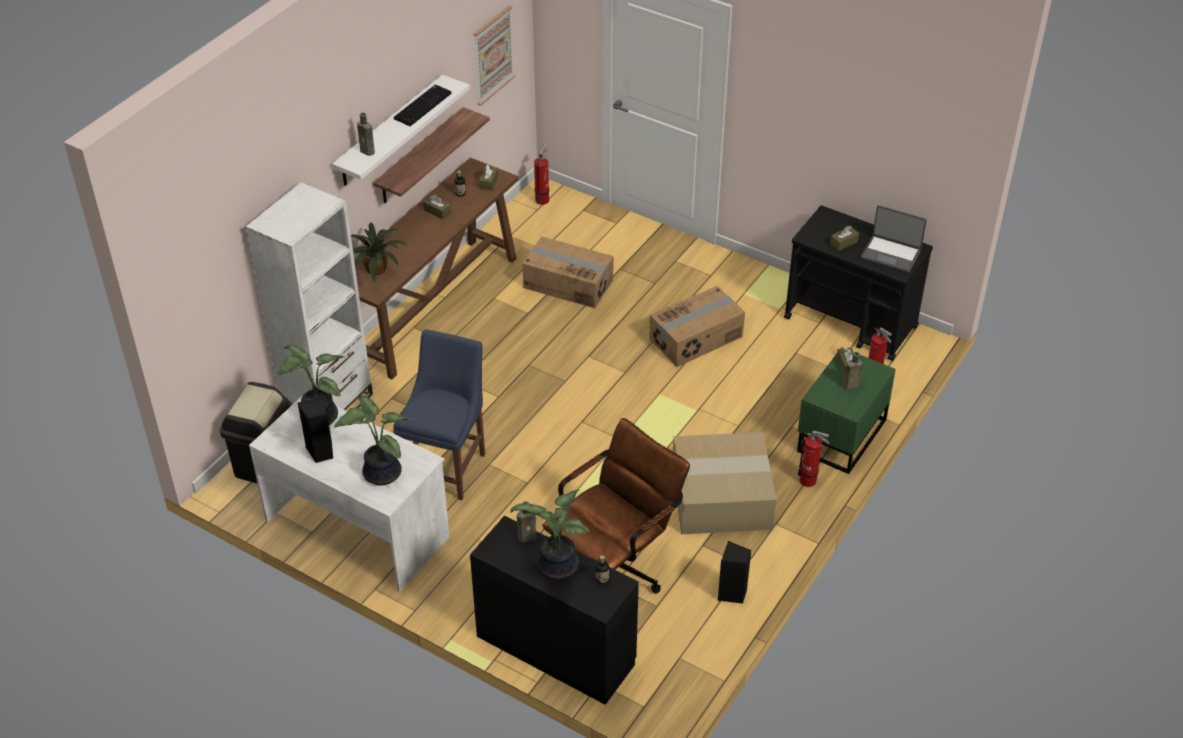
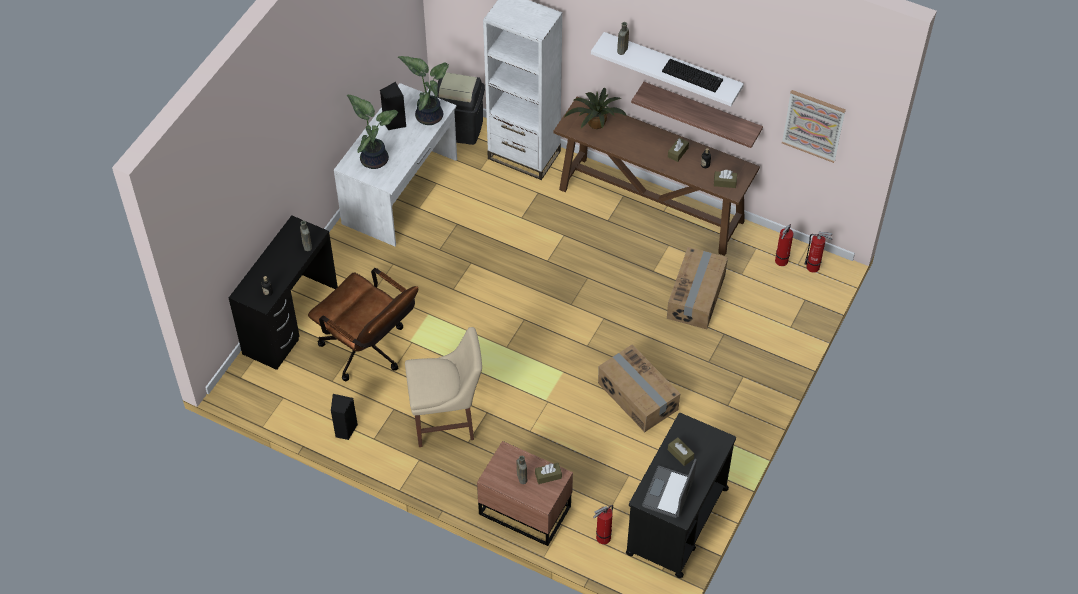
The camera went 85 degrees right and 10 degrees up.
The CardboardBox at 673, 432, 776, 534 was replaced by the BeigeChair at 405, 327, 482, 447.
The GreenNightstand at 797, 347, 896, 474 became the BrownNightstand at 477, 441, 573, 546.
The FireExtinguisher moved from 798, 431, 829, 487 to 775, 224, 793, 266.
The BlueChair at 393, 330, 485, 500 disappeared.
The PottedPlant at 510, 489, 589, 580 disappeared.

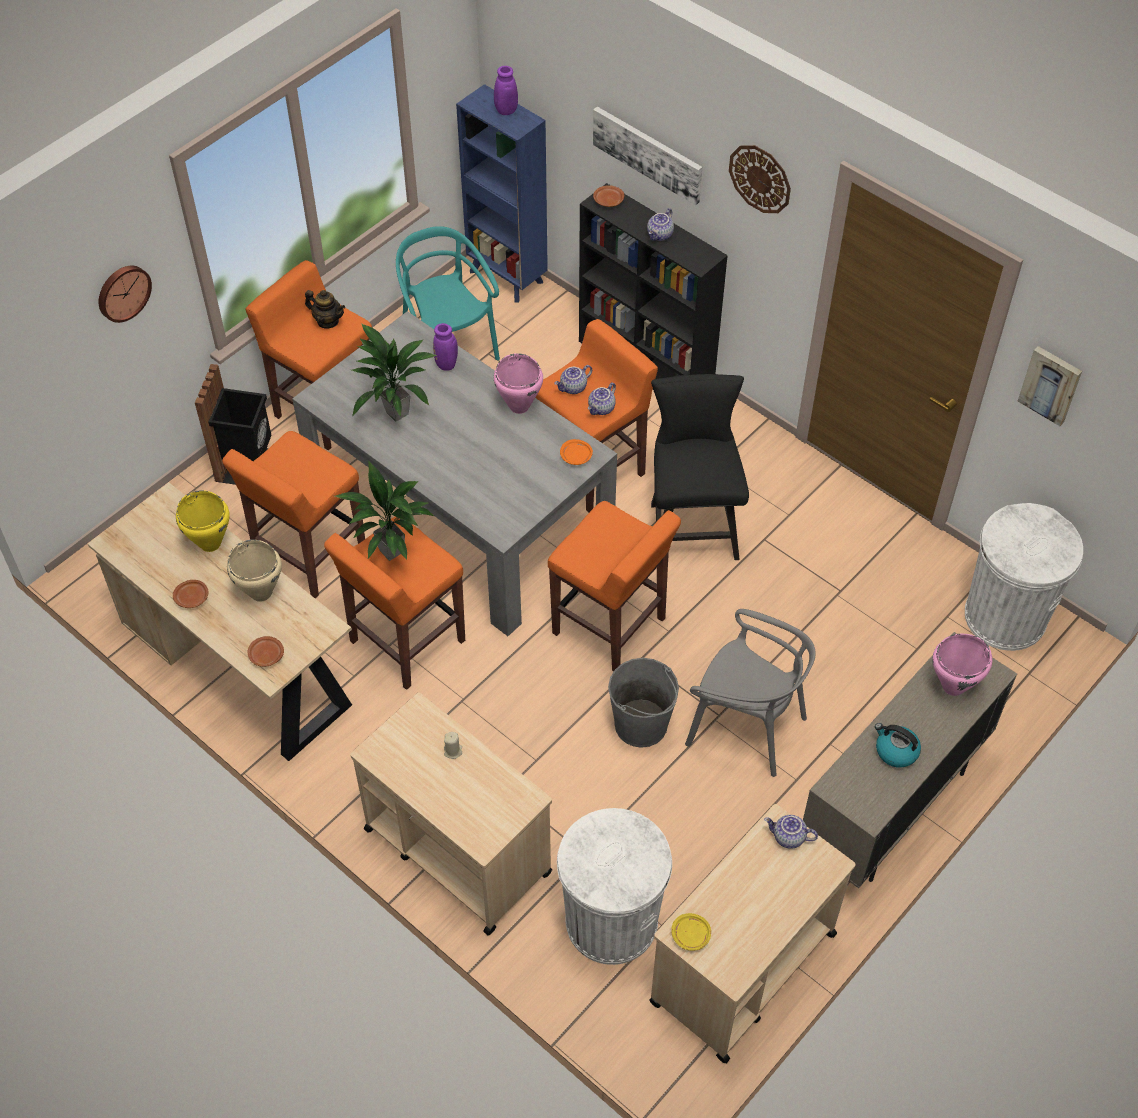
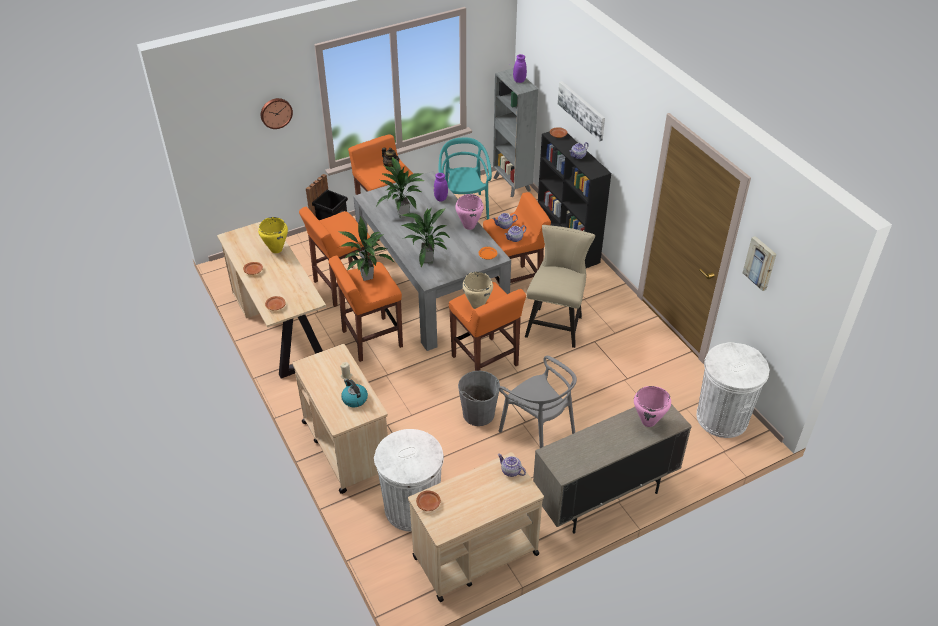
The camera went 20 degrees right and 10 degrees down.
The Kettle moved from 875, 723, 921, 768 to 341, 379, 368, 407.
The PottedPlant at 400, 207, 451, 268 appeared.
The YellowPlate at 671, 913, 711, 951 became the BrownPlate at 416, 490, 441, 511.
The BeigeCookingPot moved from 227, 540, 282, 602 to 462, 272, 493, 309.
The BlueBookcase at 456, 84, 548, 302 became the GreyBookcase at 493, 68, 538, 197.
The BlackChair at 651, 374, 749, 560 became the BeigeChair at 525, 225, 595, 348.
The WallClock at 729, 145, 791, 213 disappeared.

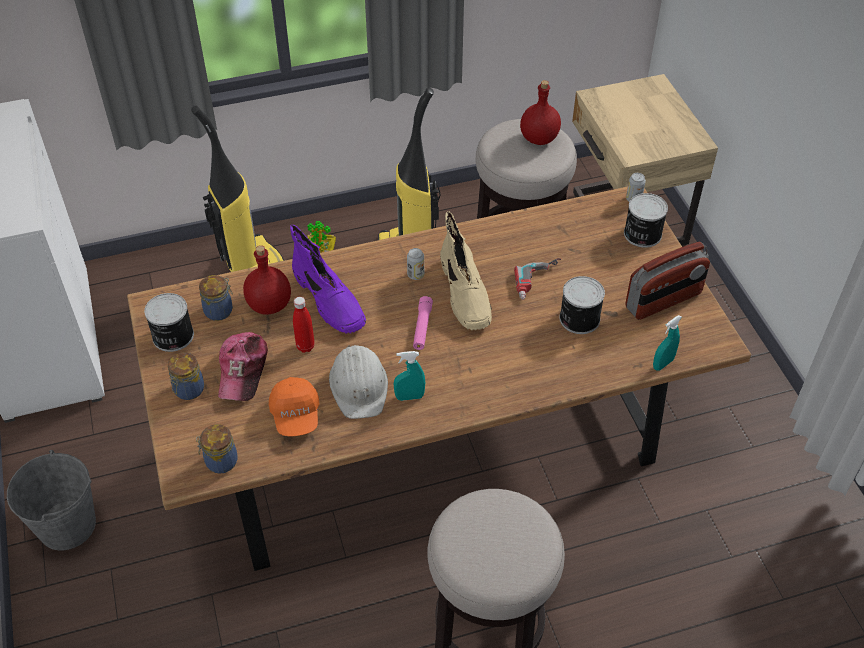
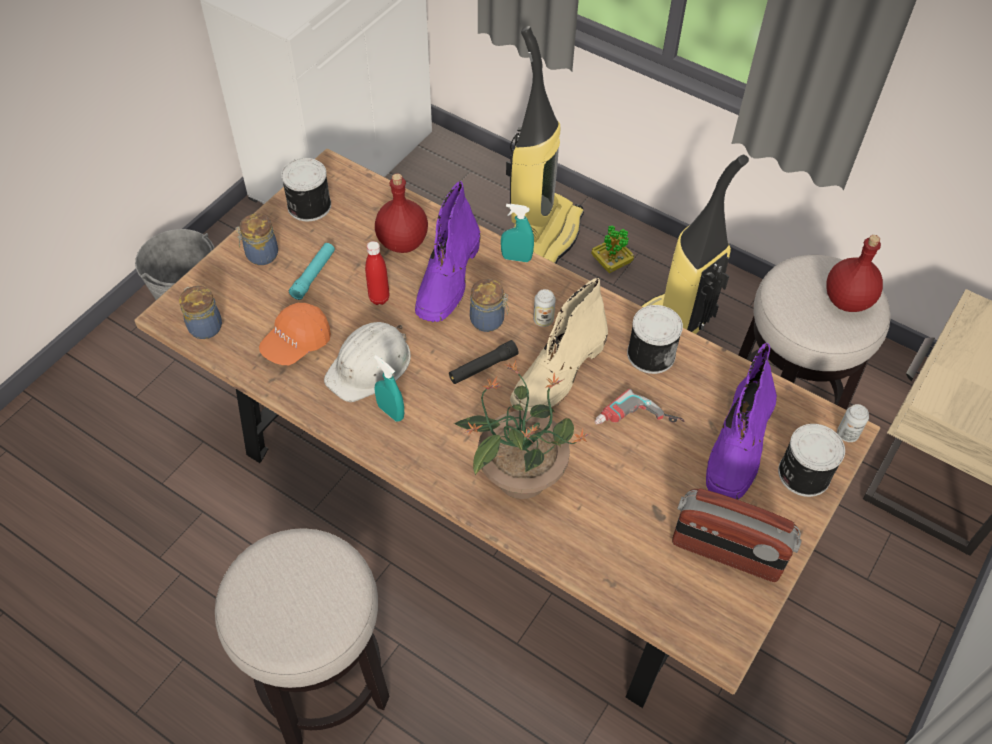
The camera went 50 degrees right and 5 degrees up.
The Cap at 218, 332, 268, 401 was replaced by the TurquoiseFlashlight at 289, 243, 335, 300.
The PinkFlashlight at 413, 296, 433, 350 became the BlackFlashlight at 449, 340, 519, 384.
The PottedPlant at 454, 360, 590, 499 appeared.
The Jar moved from 199, 275, 233, 321 to 470, 279, 509, 332.
The TurquoiseSprayBottle moved from 653, 315, 682, 371 to 501, 204, 534, 262.
The Can moved from 559, 276, 605, 334 to 627, 305, 683, 374.
The PurpleBoot at 706, 343, 777, 500 appeared.

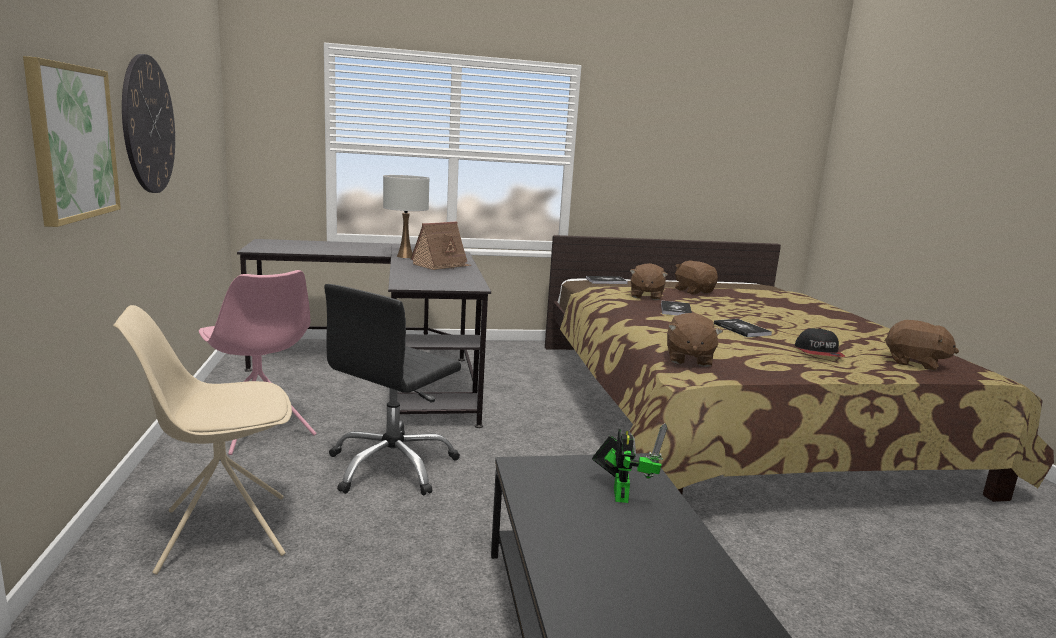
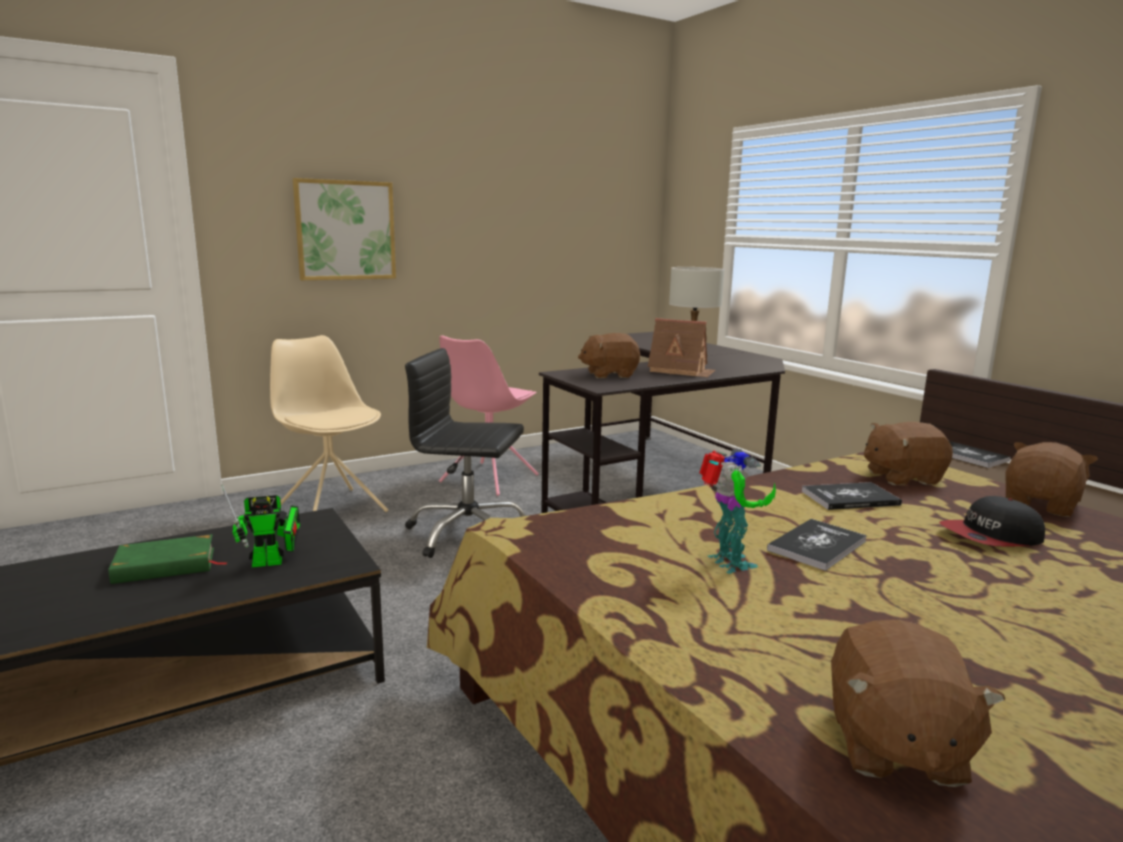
The camera went 70 degrees right and 0 degrees up.
The GreenBook at 108, 534, 228, 584 appeared.
The BrownPlushToy moved from 667, 313, 723, 367 to 578, 333, 640, 378.
The ToyRobot at 699, 448, 776, 574 appeared.
The Cap moved from 795, 328, 845, 357 to 939, 496, 1045, 546.
The WallClock at 122, 54, 175, 193 disappeared.

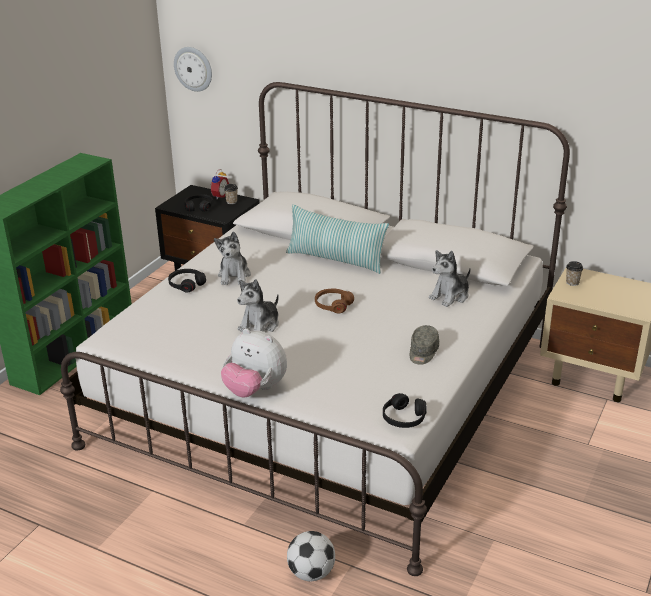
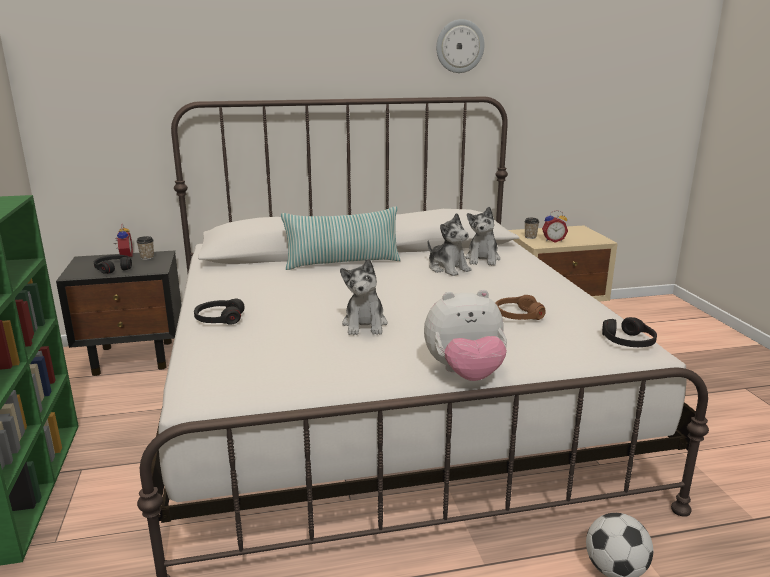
The camera went 40 degrees left and 10 degrees down.
The PlushToy moved from 214, 232, 251, 285 to 428, 213, 471, 276.
The WallClock moved from 174, 47, 212, 92 to 436, 19, 485, 73.
The BrownHeadphones moved from 315, 289, 354, 313 to 495, 295, 546, 320.
The AlarmClock at 542, 210, 568, 243 appeared.
The GreyCap at 410, 325, 439, 365 disappeared.

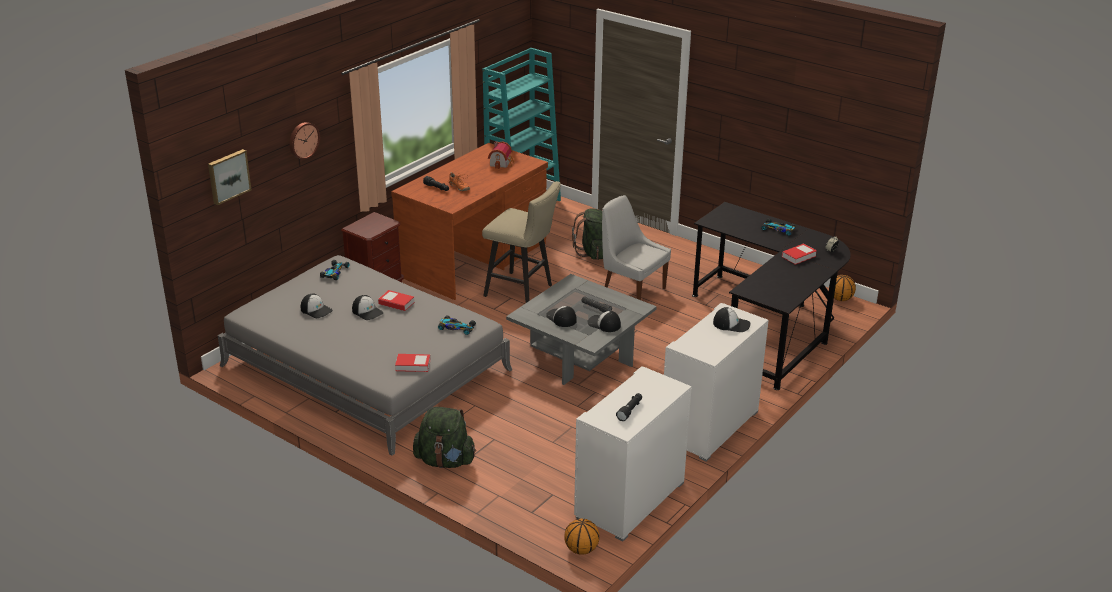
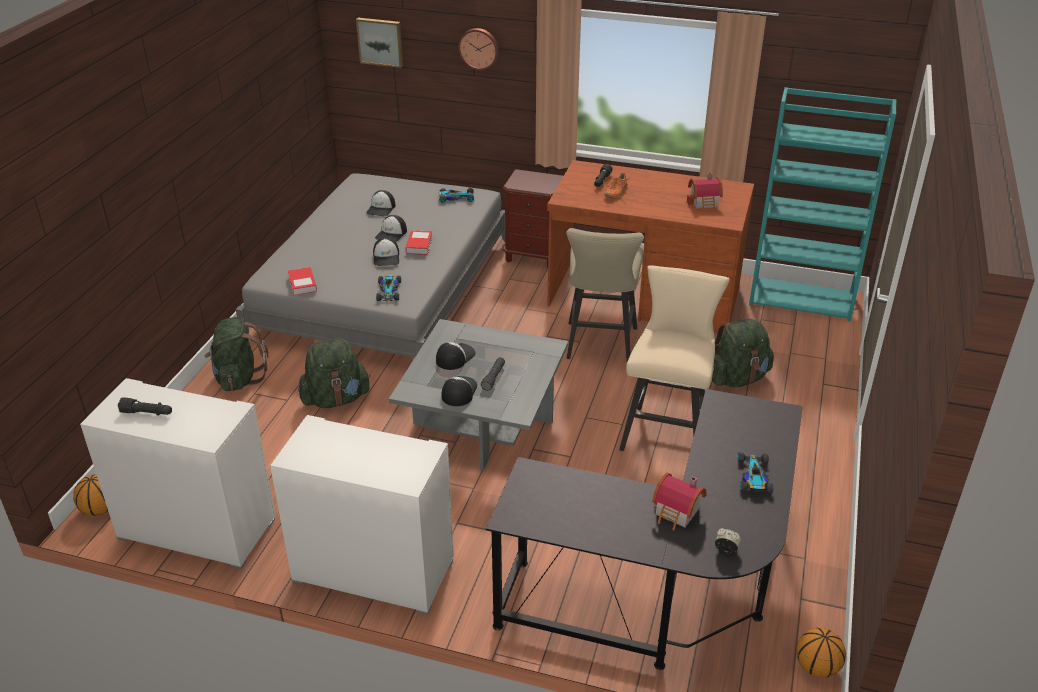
The camera went 70 degrees right and 5 degrees up.
The GreenBackpack at 298, 338, 371, 408 appeared.
The Cap moved from 713, 307, 750, 332 to 373, 237, 399, 266.
The WhiteChair at 602, 195, 671, 300 was replaced by the BeigeStool at 619, 265, 730, 451.
The Book at 782, 243, 817, 265 was replaced by the ToyHouse at 652, 472, 707, 531.

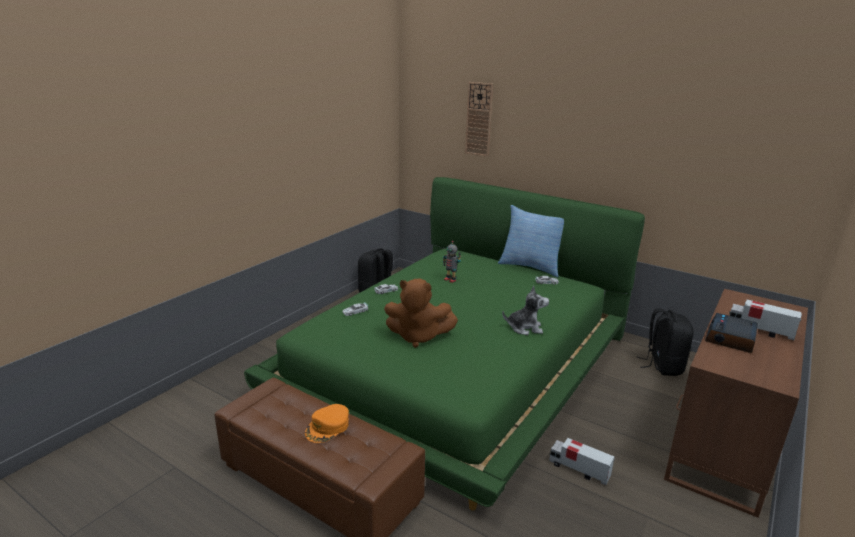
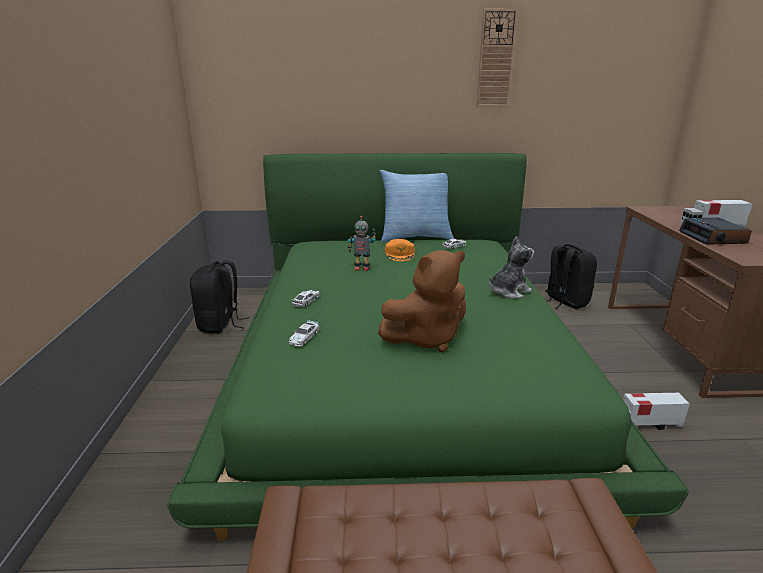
The camera went 35 degrees left and 0 degrees up.
The OrangeCap moved from 305, 404, 349, 443 to 385, 239, 415, 261.
The WallClock moved from 465, 82, 493, 157 to 477, 9, 518, 106.

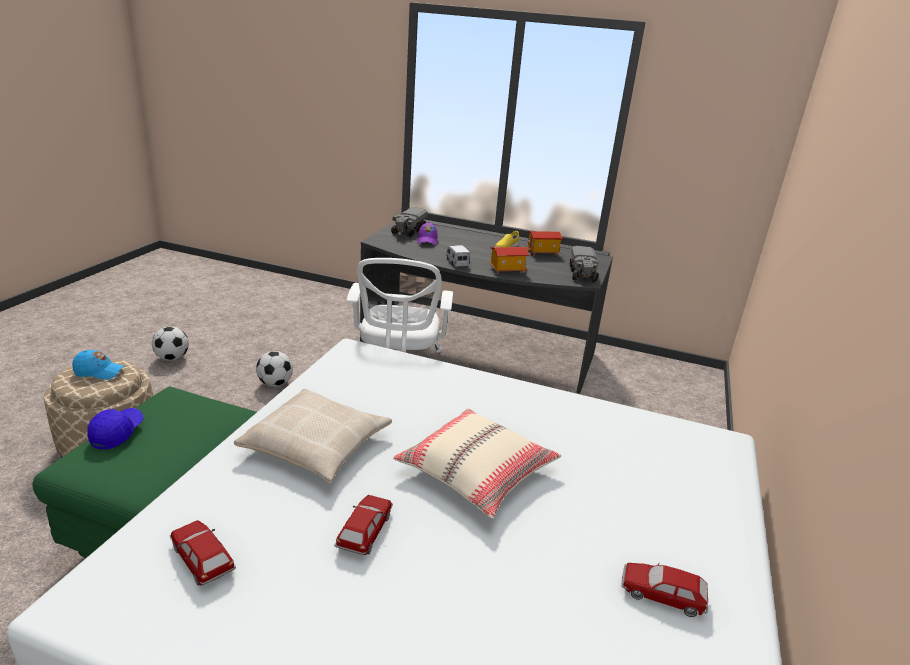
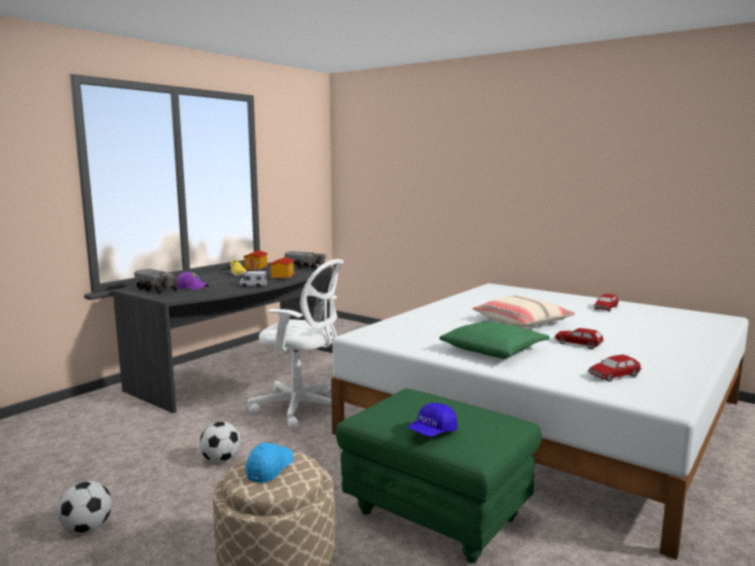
The camera went 70 degrees left and 15 degrees down.
The BlueCap at 87, 408, 144, 450 turned 75 degrees counterclockwise.
The BeigePillow at 234, 389, 392, 483 became the GreenPillow at 439, 321, 549, 359.

